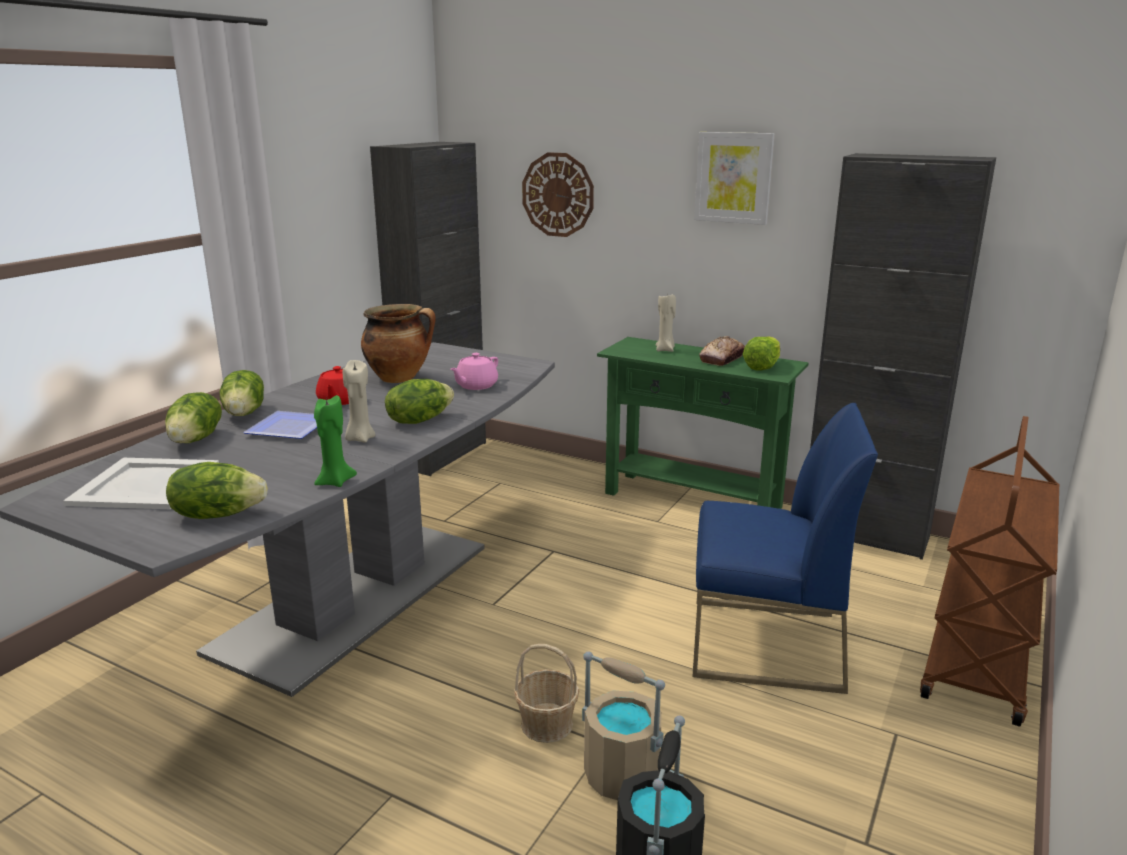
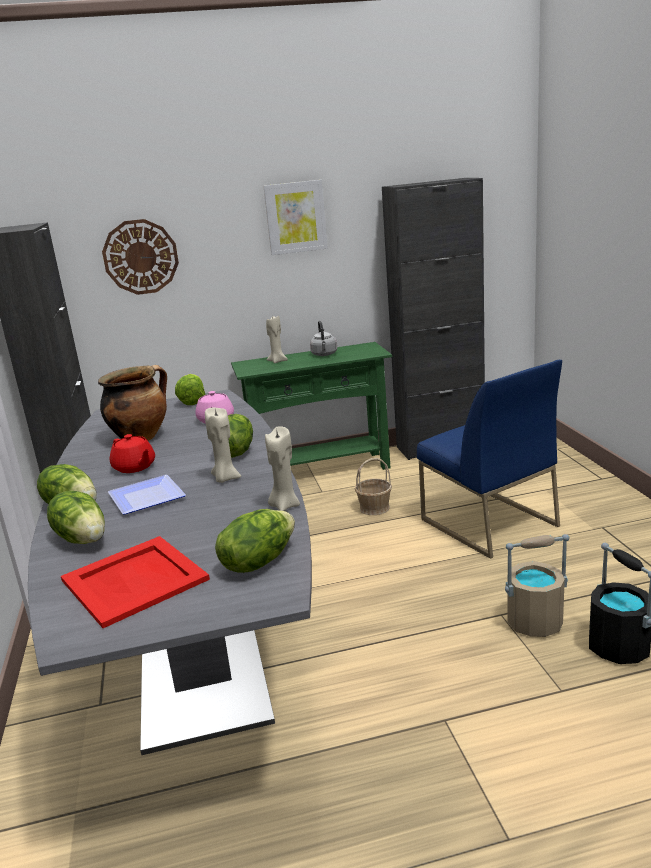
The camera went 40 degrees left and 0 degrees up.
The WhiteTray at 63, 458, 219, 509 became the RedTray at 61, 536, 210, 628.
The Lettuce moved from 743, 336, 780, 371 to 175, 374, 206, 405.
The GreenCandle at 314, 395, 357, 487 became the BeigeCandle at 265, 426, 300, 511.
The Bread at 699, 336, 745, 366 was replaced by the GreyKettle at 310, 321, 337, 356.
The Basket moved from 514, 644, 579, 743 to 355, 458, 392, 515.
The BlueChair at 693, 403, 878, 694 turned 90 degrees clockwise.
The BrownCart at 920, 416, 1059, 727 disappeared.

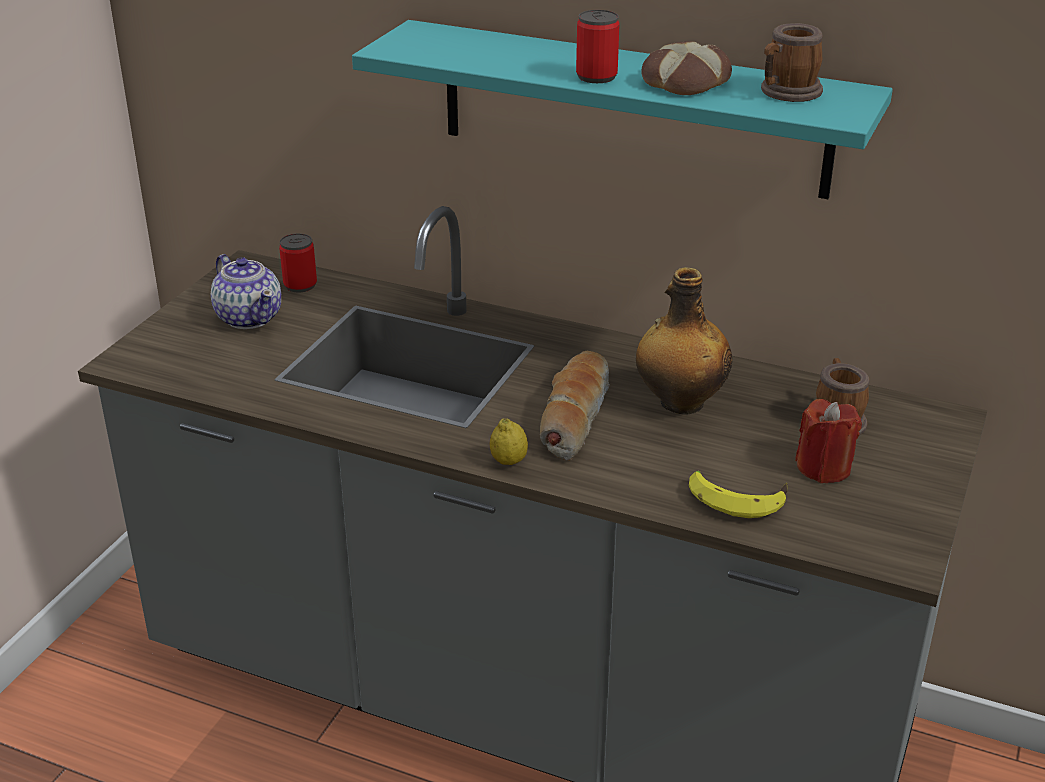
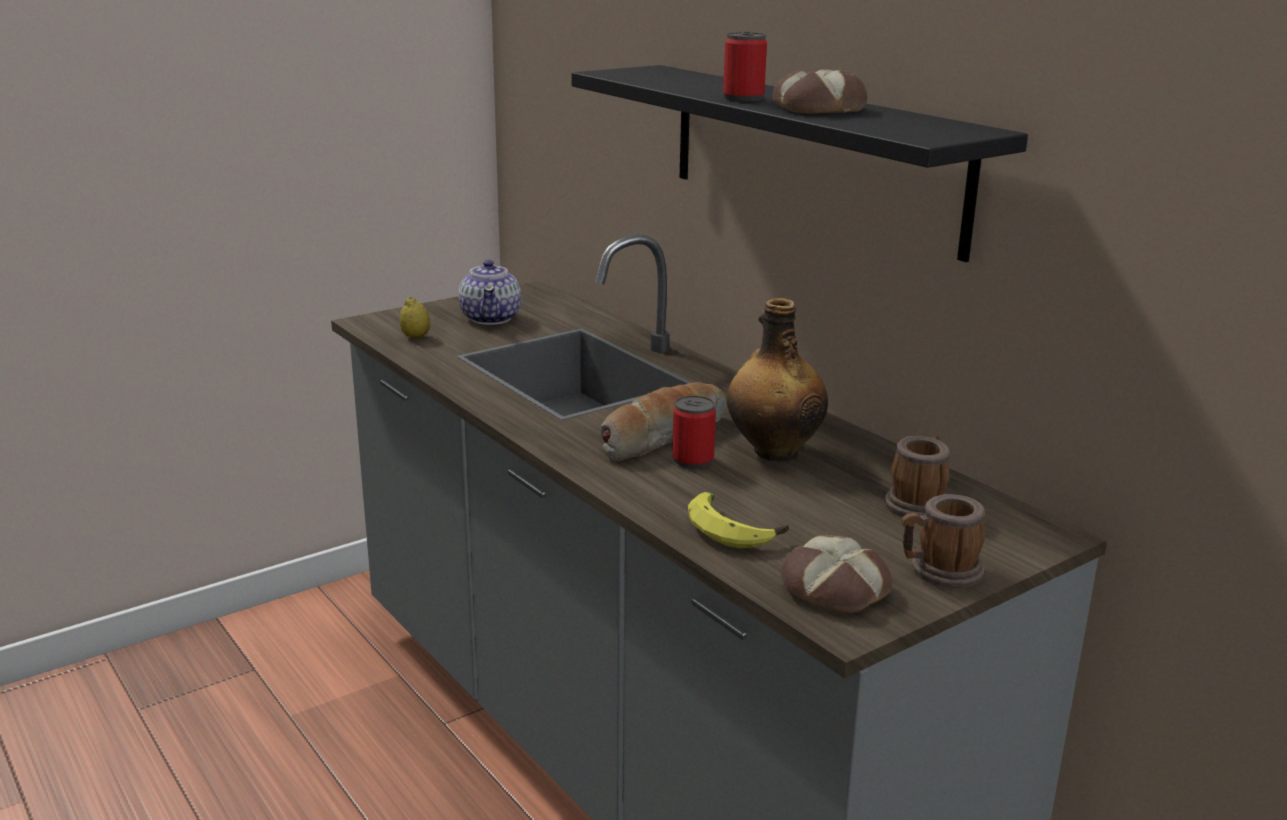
The camera went 30 degrees right and 10 degrees down.
The Lemon moved from 490, 419, 528, 465 to 399, 297, 430, 338.
The TurquoiseShelf at 352, 20, 893, 199 became the BlackShelf at 572, 65, 1028, 262.
The Can moved from 279, 233, 317, 293 to 672, 396, 716, 468.
The Bread at 781, 535, 892, 613 appeared.
The Mug moved from 761, 23, 823, 102 to 902, 494, 985, 588.
The RedCandle at 795, 399, 862, 483 disappeared.

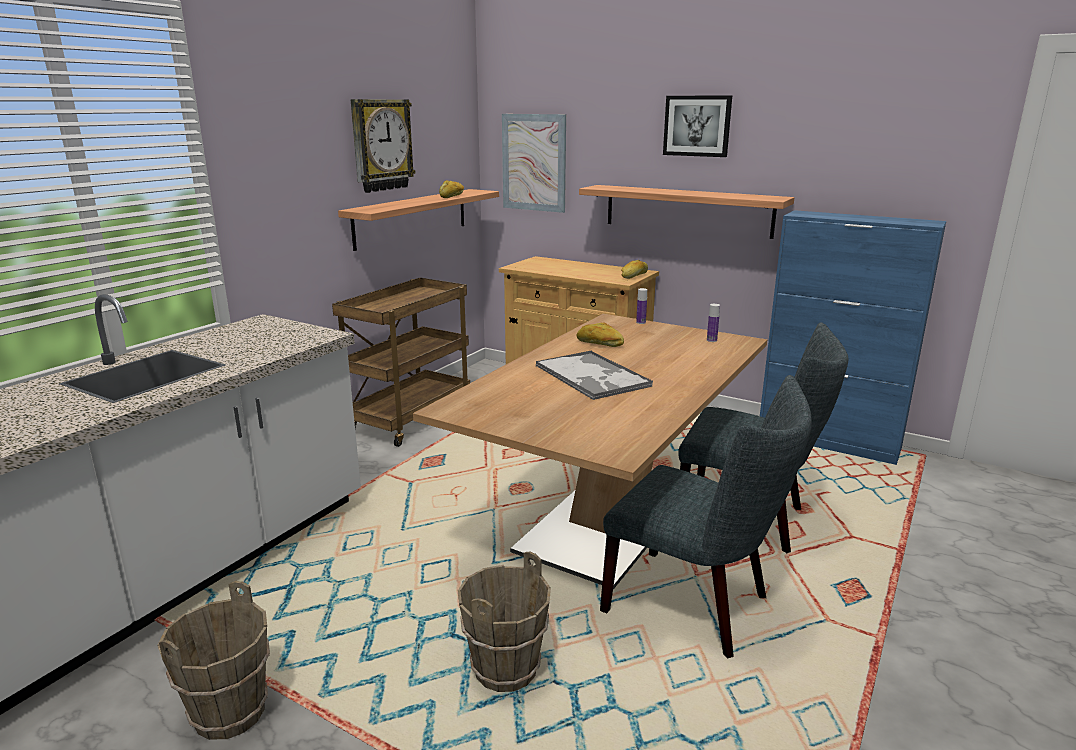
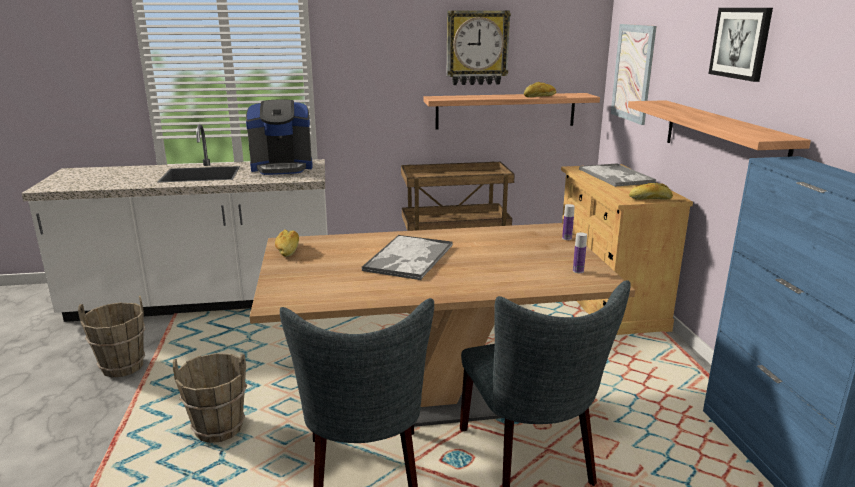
The camera went 50 degrees right and 0 degrees up.
The CoffeeMachine at 246, 99, 313, 175 appeared.
The Bread moved from 577, 323, 624, 347 to 275, 229, 299, 257.
The Tray at 579, 163, 657, 187 appeared.

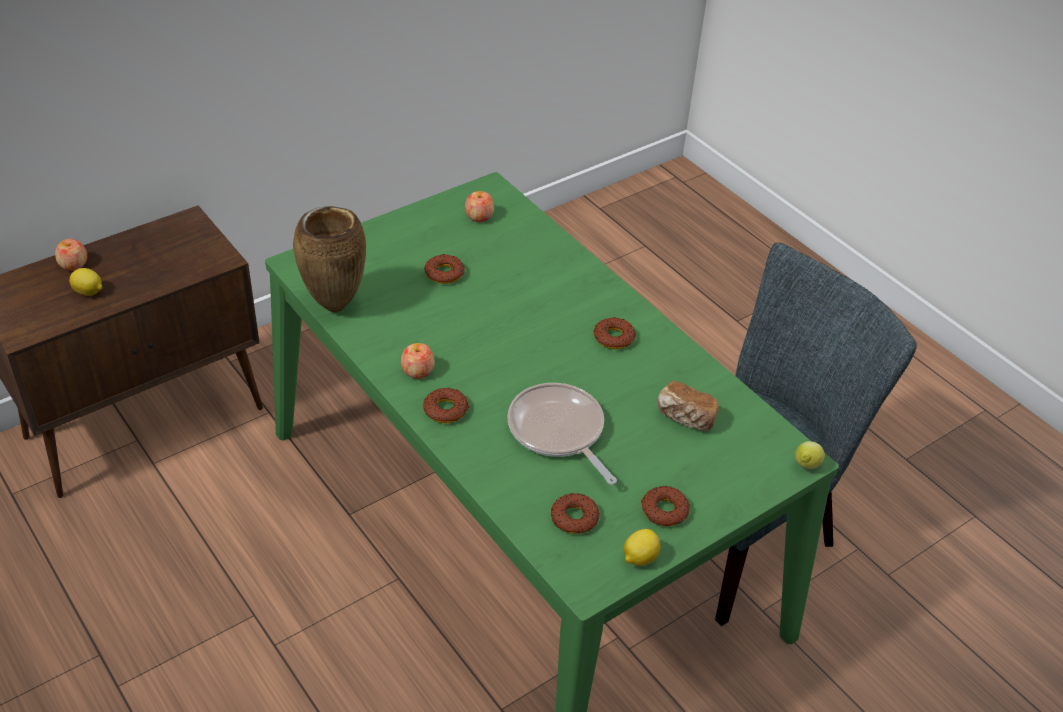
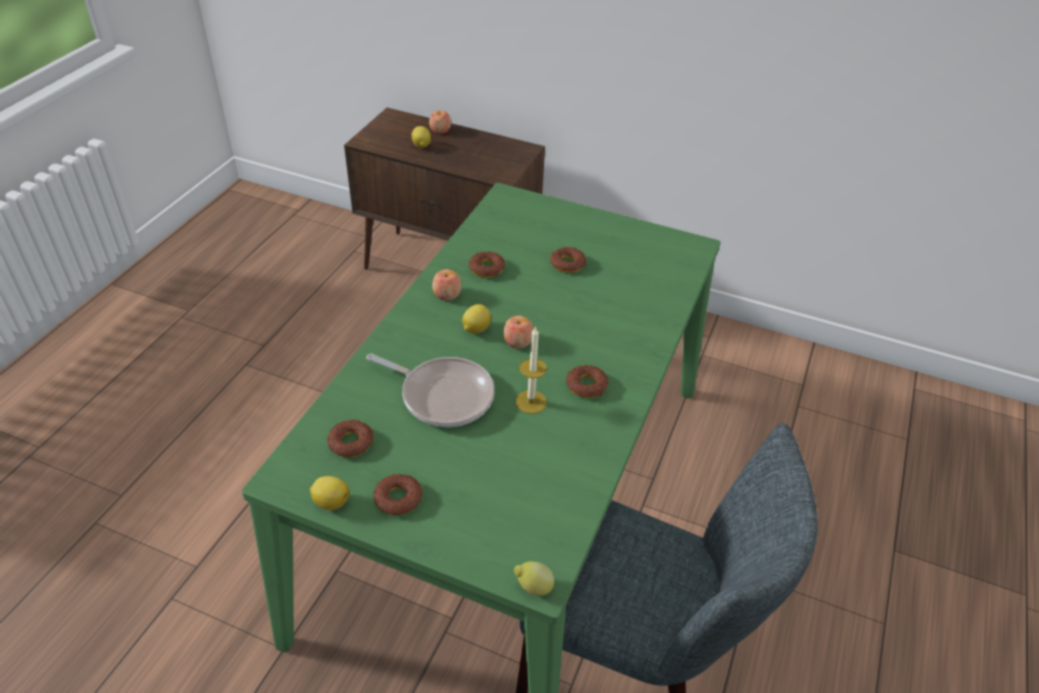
The camera went 60 degrees right and 0 degrees up.
The FryingPan at 507, 383, 617, 485 turned 90 degrees clockwise.
The Lemon at 462, 304, 491, 334 appeared.
The Donut moved from 423, 388, 469, 423 to 469, 251, 506, 278.
The Apple moved from 465, 191, 494, 222 to 503, 315, 534, 349.
The Candle at 515, 326, 547, 414 appeared.
The BrownVase at 293, 206, 366, 312 disappeared.
The Bread at 657, 381, 719, 431 disappeared.

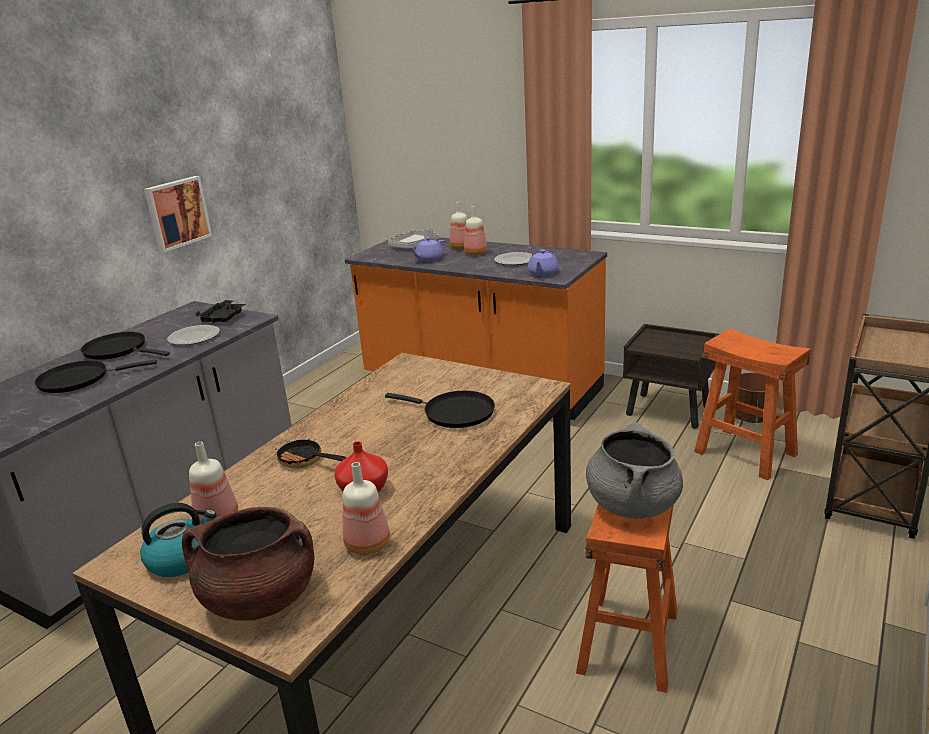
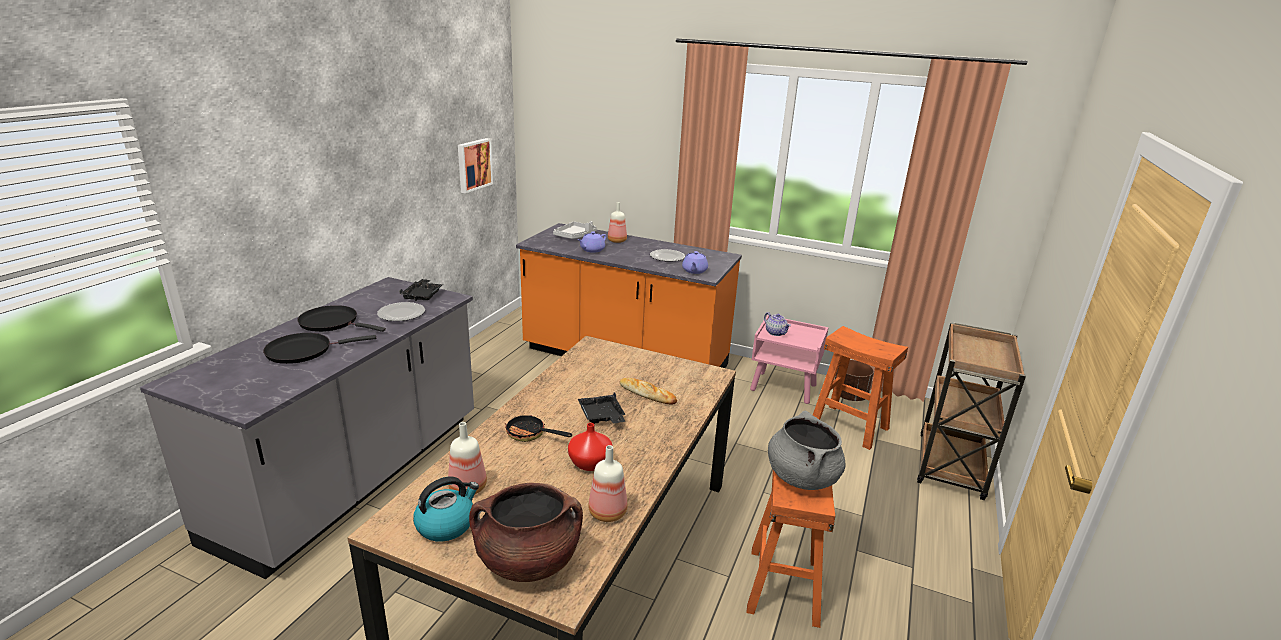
The camera went 10 degrees left and 0 degrees up.
The Picture moved from 144, 176, 212, 252 to 458, 138, 493, 193.
The BlackTray at 578, 392, 626, 424 appeared.
The BlackFryingPan at 385, 391, 495, 428 was replaced by the Bread at 620, 378, 677, 405.
The BrownNightstand at 623, 324, 719, 429 became the PinkNightstand at 750, 315, 829, 404.
The Teapot at 764, 312, 791, 336 appeared.
The Bottle at 464, 206, 487, 255 disappeared.

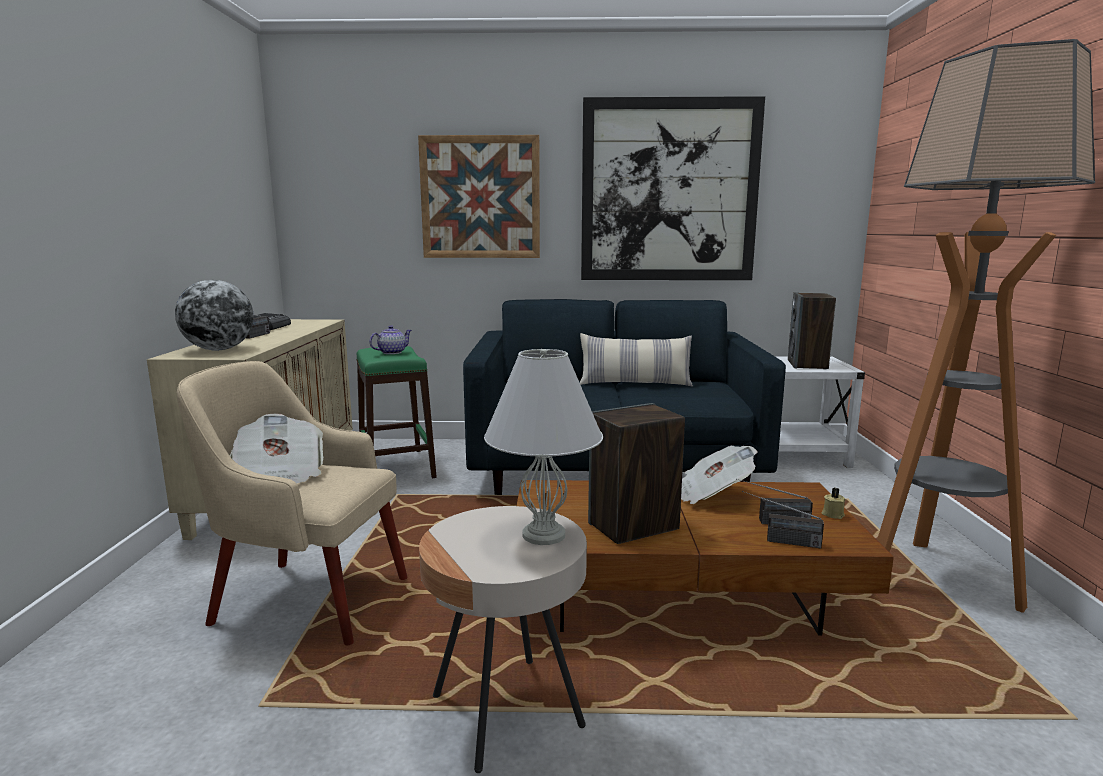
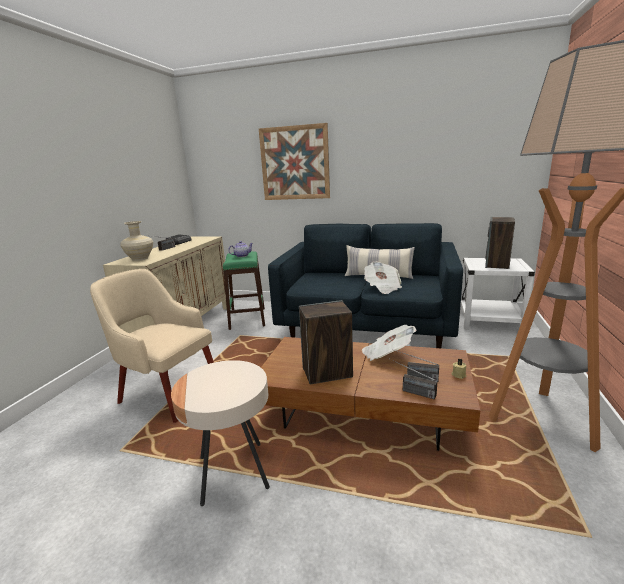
The camera went 15 degrees right and 5 degrees up.
The Globe at 175, 280, 254, 351 was replaced by the BeigeVase at 120, 221, 153, 261.
The Newspaper moved from 230, 413, 323, 484 to 364, 262, 402, 294.
The WhiteTableLamp at 484, 349, 603, 545 disappeared.
The Picture at 581, 96, 765, 280 disappeared.

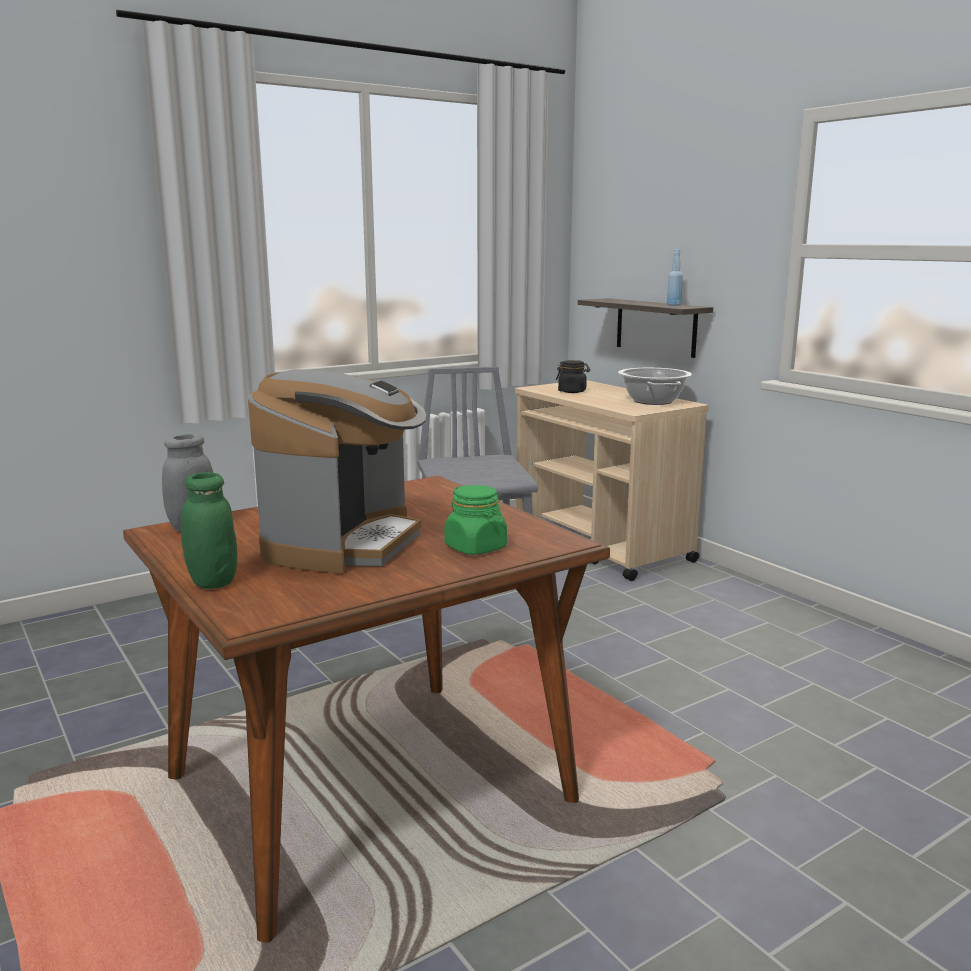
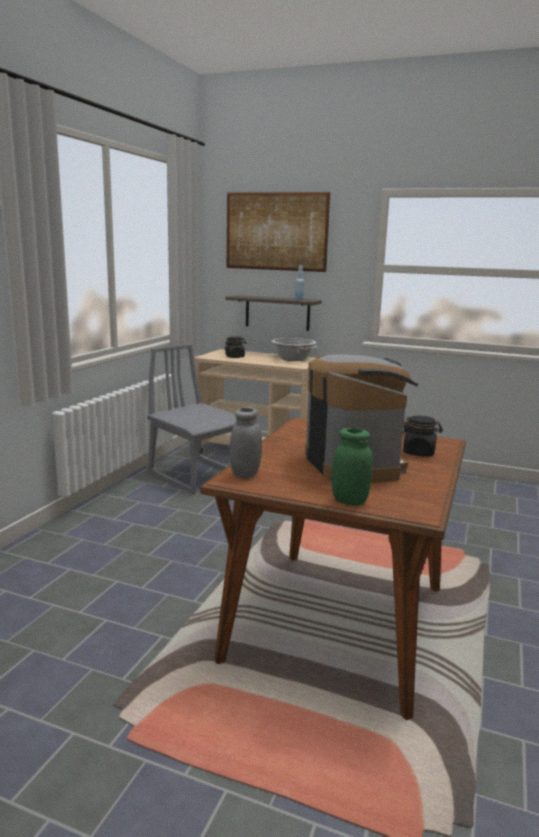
The camera went 35 degrees left and 0 degrees up.
The Picture at 227, 192, 330, 272 appeared.
The GreenJar at 444, 485, 507, 555 became the BlackJar at 403, 416, 443, 457.

